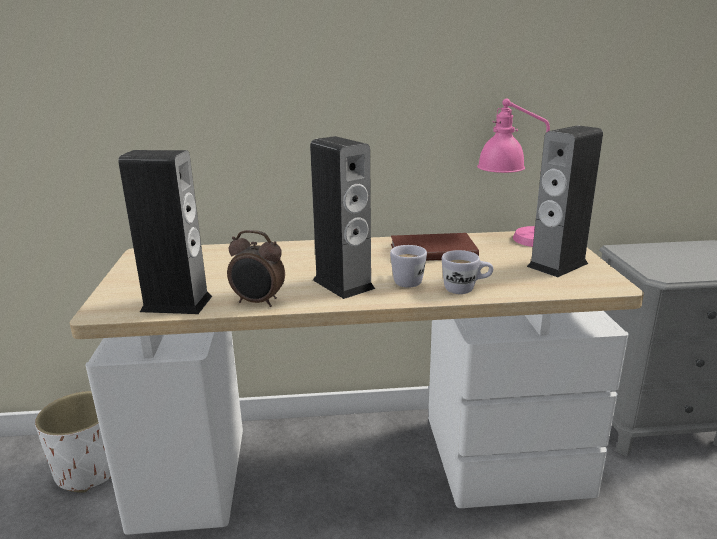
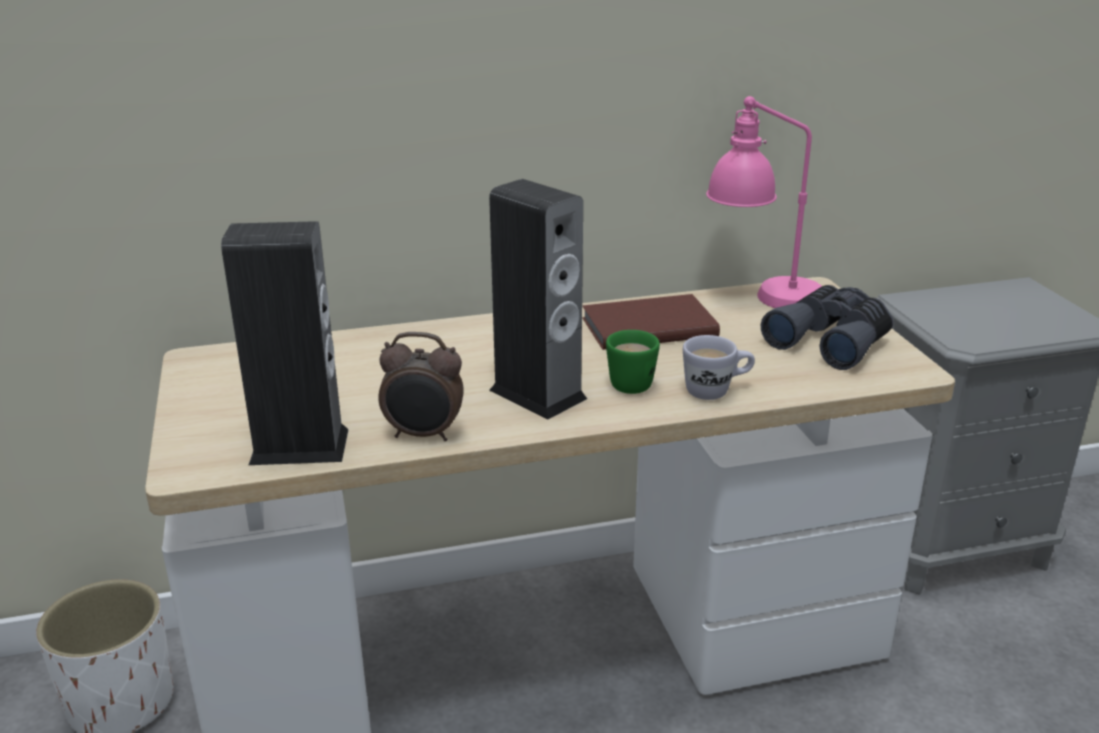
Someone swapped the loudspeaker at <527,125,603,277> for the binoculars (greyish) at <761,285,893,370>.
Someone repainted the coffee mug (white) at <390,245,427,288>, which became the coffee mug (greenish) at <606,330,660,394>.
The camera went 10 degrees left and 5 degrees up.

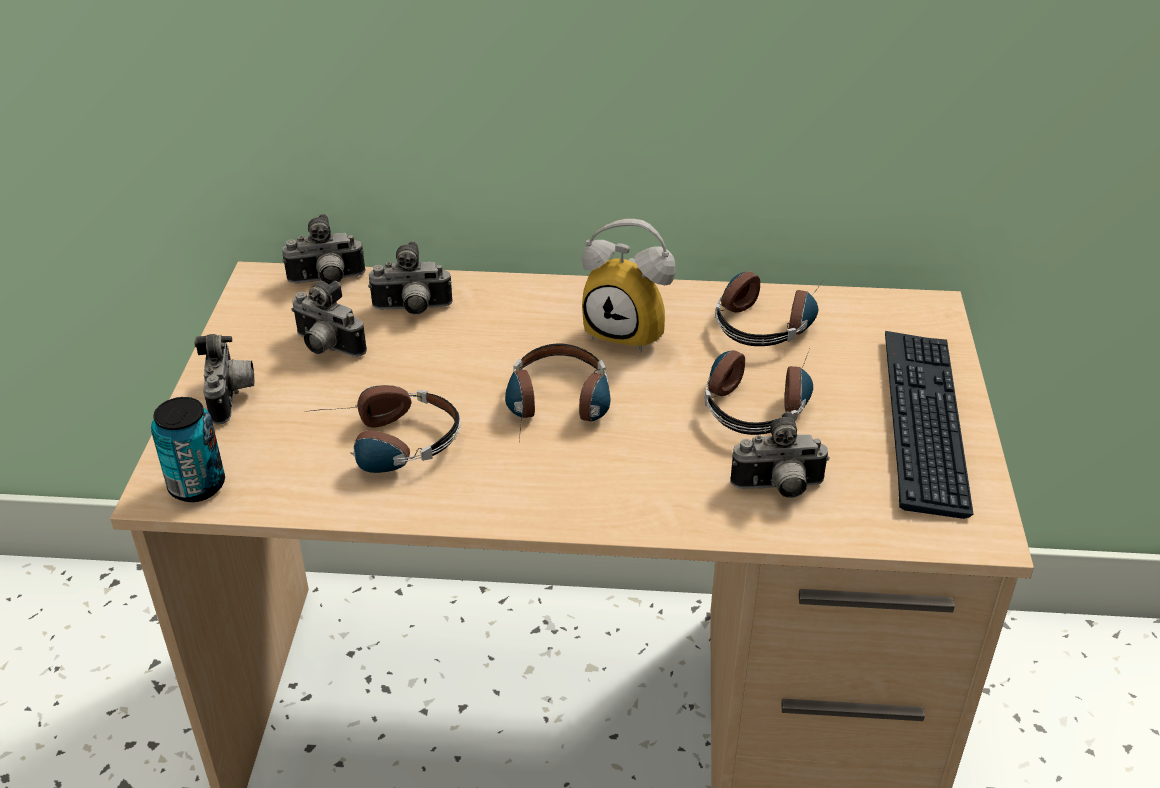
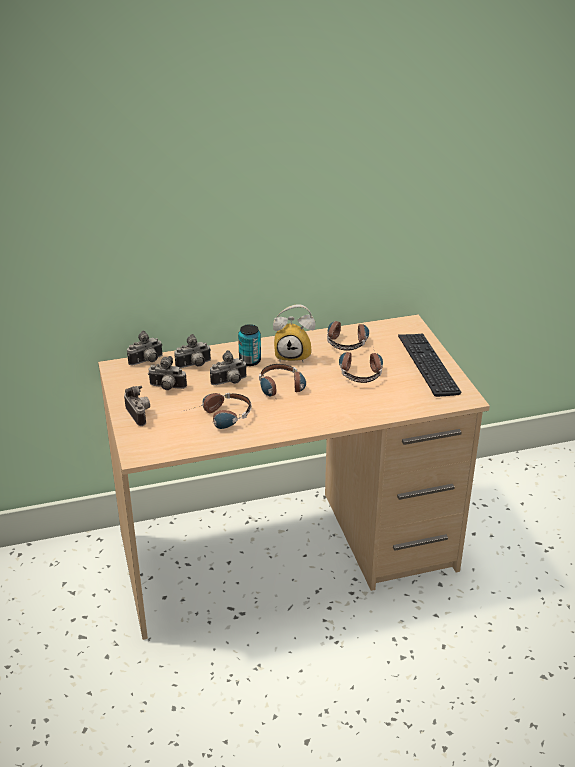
Someone carried the metal can from <151,397,225,502> to <238,324,261,366>.
Someone carried the photo camera from <730,412,829,498> to <210,350,247,385>.
The camera went 20 degrees left and 5 degrees down.

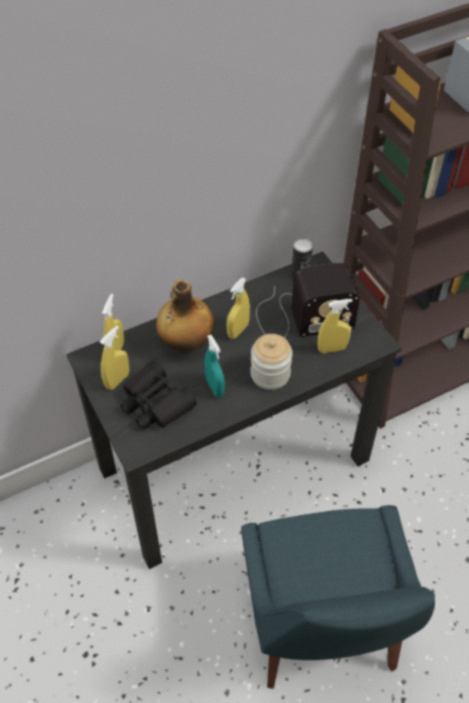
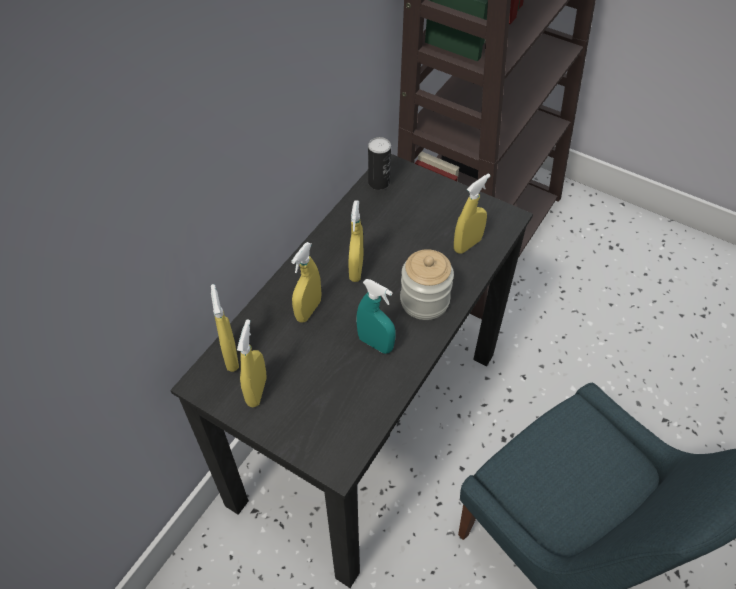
Someone took away the radio set at <256,262,360,338>.
Someone swapped the beverage bottle at <156,279,215,353> for the sprayer (yellowish) at <291,242,322,323>.
Someone took away the binoculars (black) at <121,360,197,430>.
The camera went 30 degrees left and 0 degrees up.

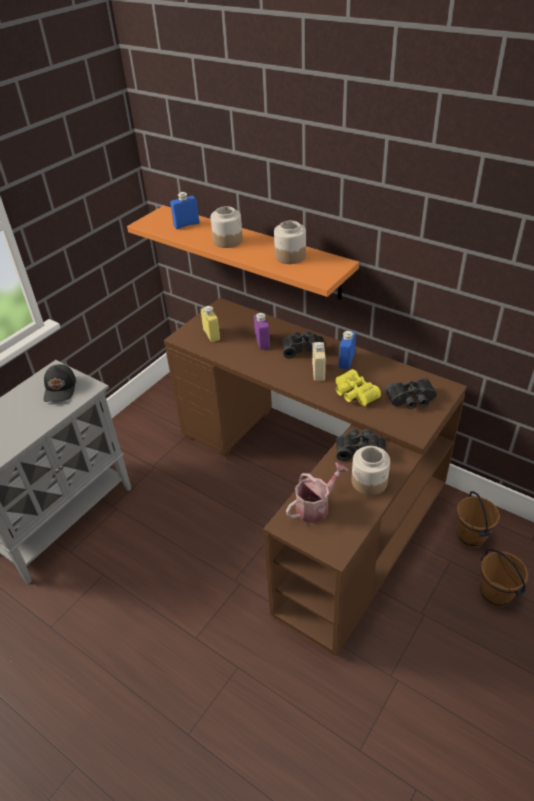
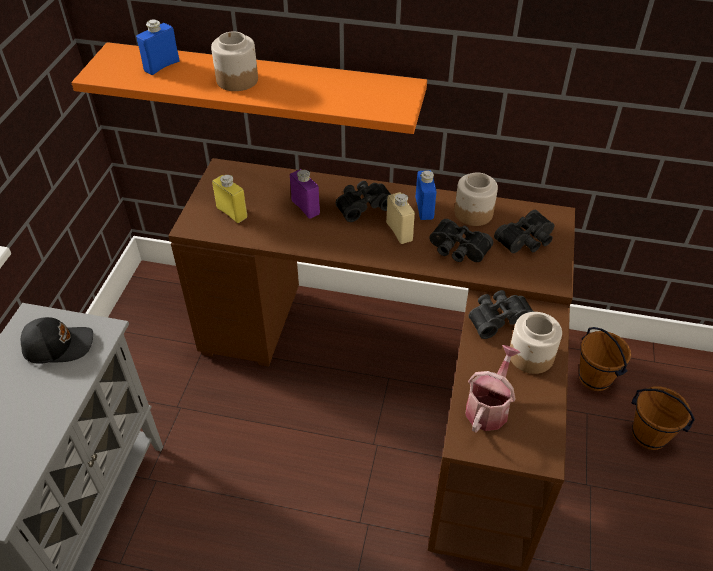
Someone carried the preserve jar from <274,221,306,264> to <455,172,498,226>.
Someone rotated the peaked cap (black) at <44,364,76,402> by 75 degrees counterclockwise.
Someone repainted the binoculars (yellowish) at <336,369,381,406>, which became the binoculars (black) at <429,219,493,262>.
The camera went 25 degrees left and 5 degrees up.

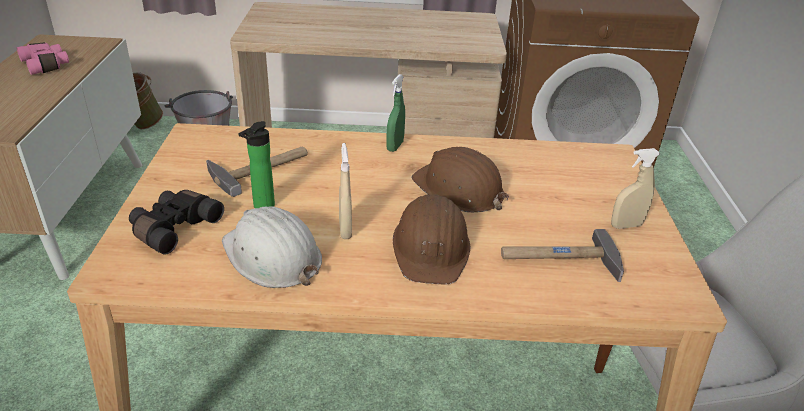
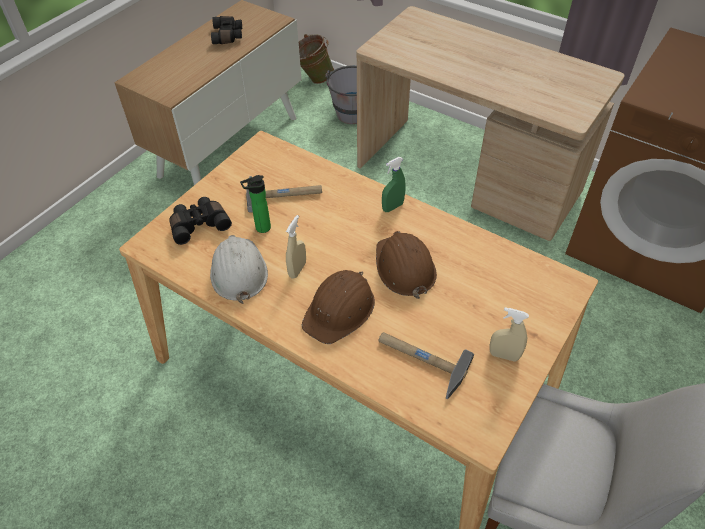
Someone repainted the binoculars (pinkish) at <17,42,69,75>, which became the binoculars (black) at <211,16,242,44>.
The camera went 35 degrees right and 15 degrees up.

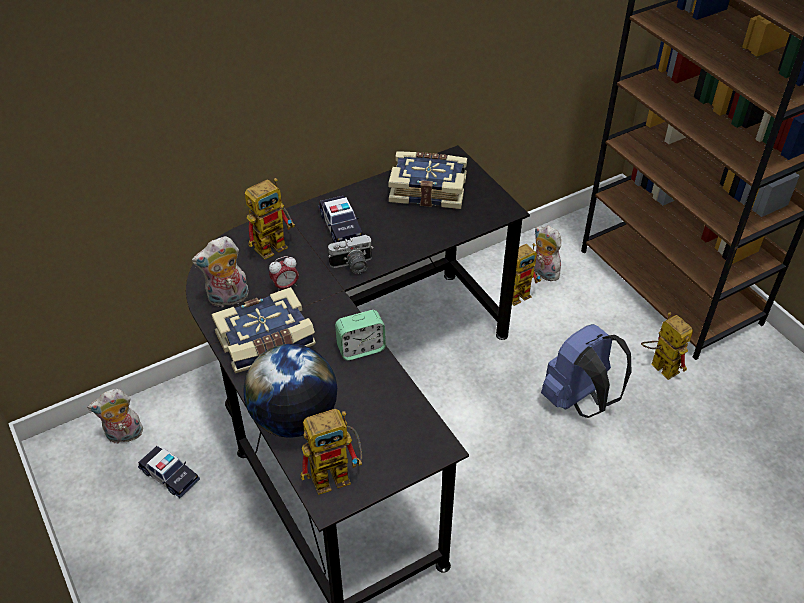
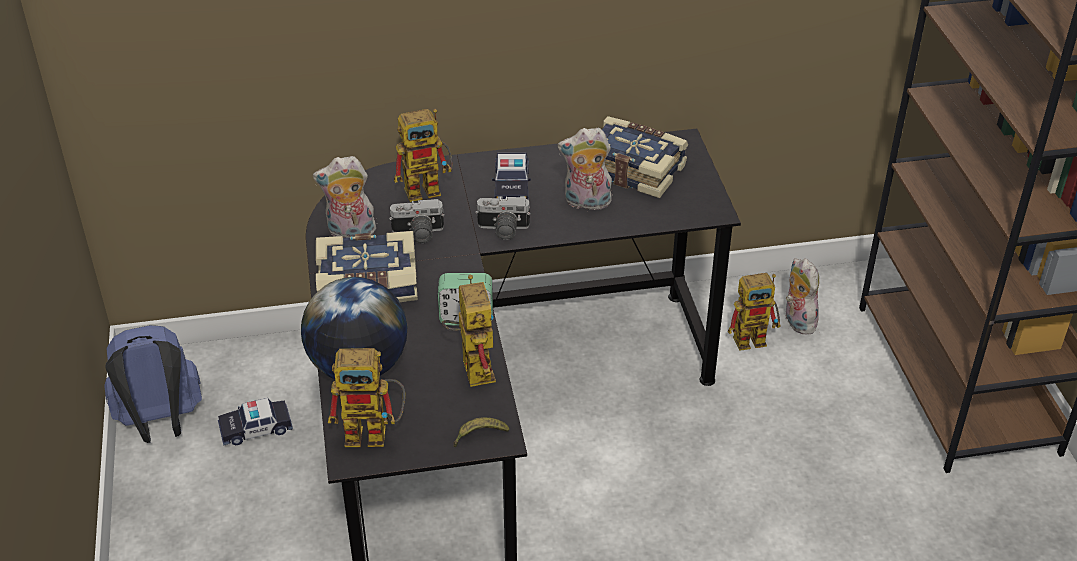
Someone swapped the table clock at <269,256,299,291> for the photo camera at <389,199,445,243>.
Someone carried the model robot from <641,312,693,380> to <442,274,496,387>.
Someone carried the backpack (blue) from <541,324,631,418> to <104,325,202,443>.
Someone carried the plush toy from <87,389,143,444> to <558,128,613,213>.
Someone rotated the model car at <138,446,200,498> by 105 degrees clockwise.
Someone put down the banana fruit at <454,417,509,447>.
The camera went 20 degrees right and 5 degrees down.

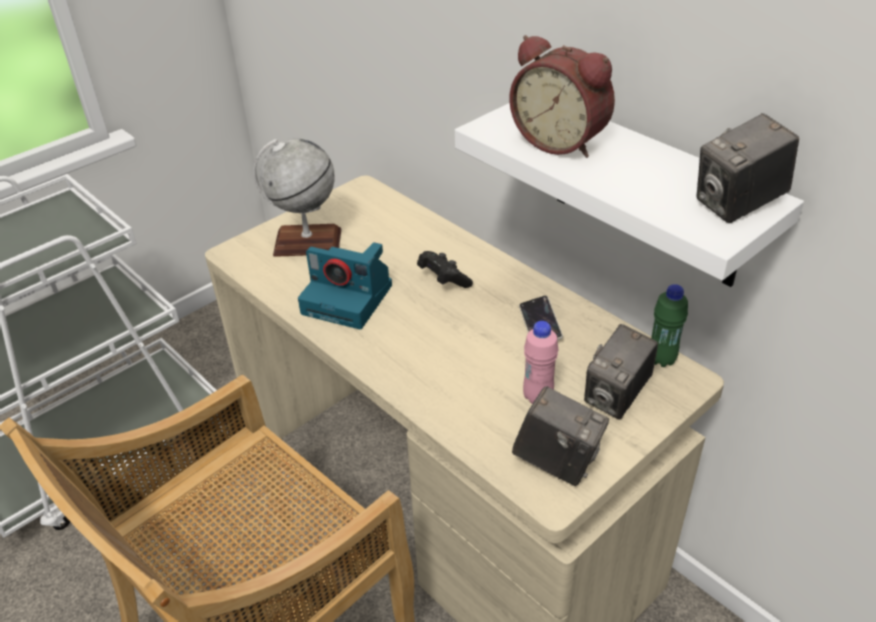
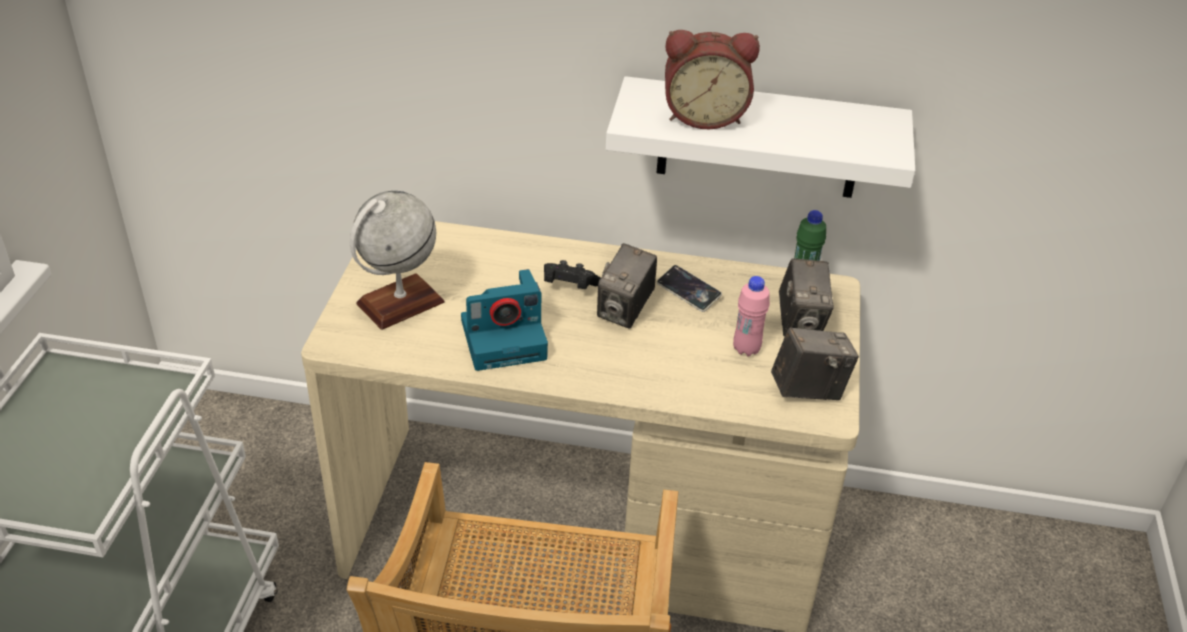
Someone carried the photo camera from <697,113,799,223> to <597,243,657,329>.
The camera went 40 degrees left and 0 degrees up.

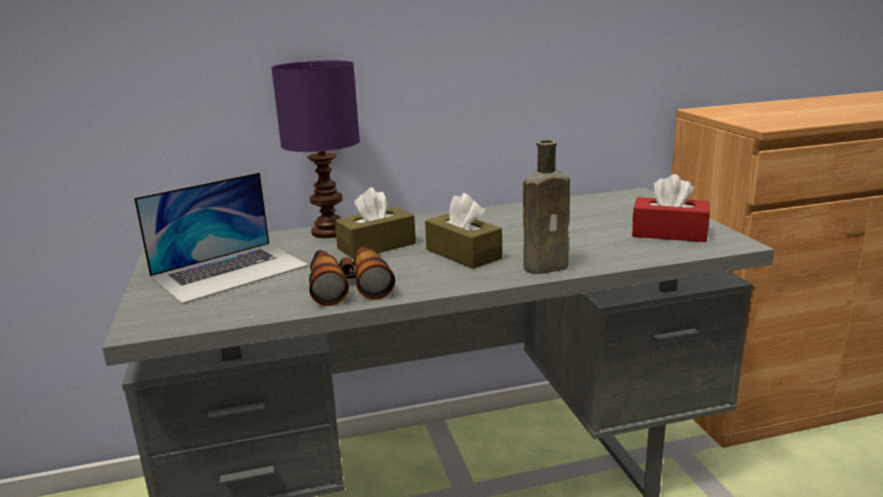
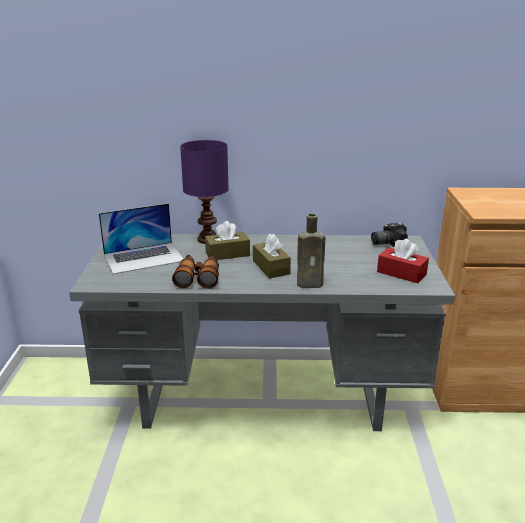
Someone put down the photo camera at <371,223,408,247>.
The camera went 15 degrees right and 5 degrees up.

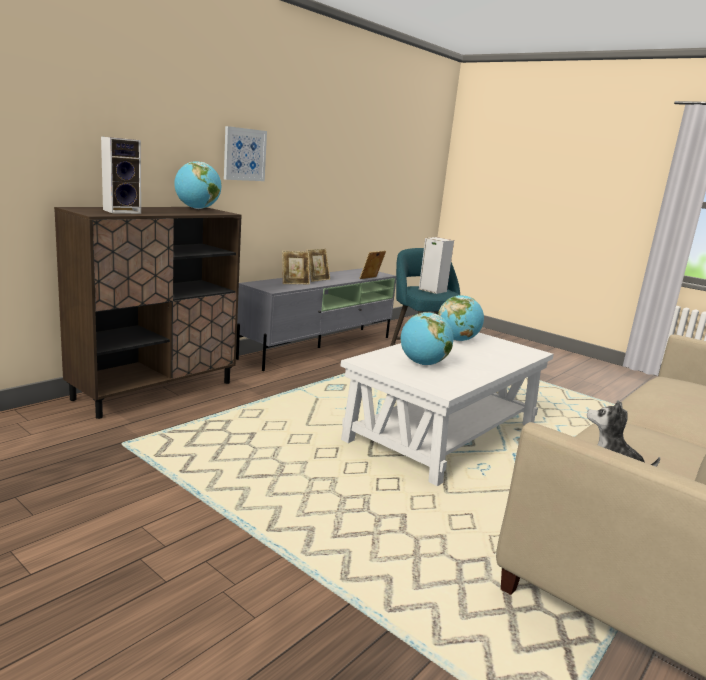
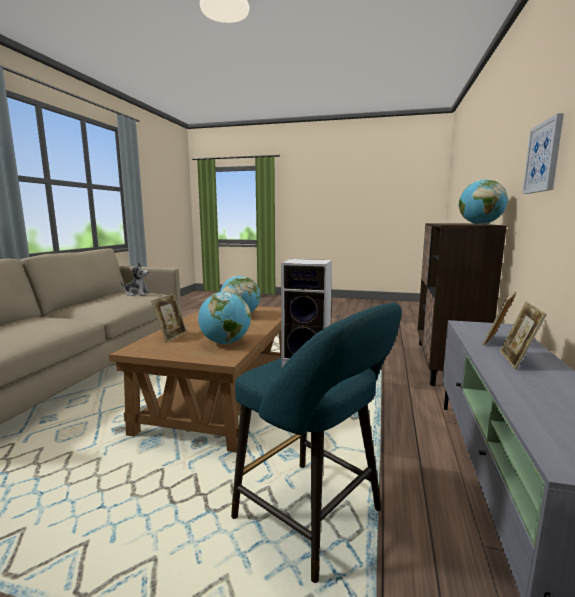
Someone took away the loudspeaker at <101,136,141,214>.
Someone carried the photo frame from <359,250,386,279> to <151,294,187,343>.
Someone repainted the coffee table (white) at <341,333,554,486>, which became the coffee table (brownish) at <109,306,281,453>.
The camera went 155 degrees right and 5 degrees down.

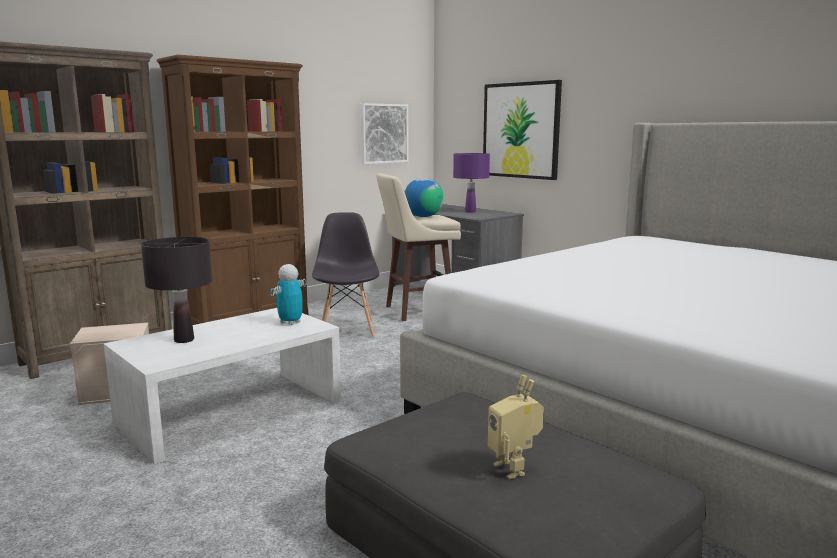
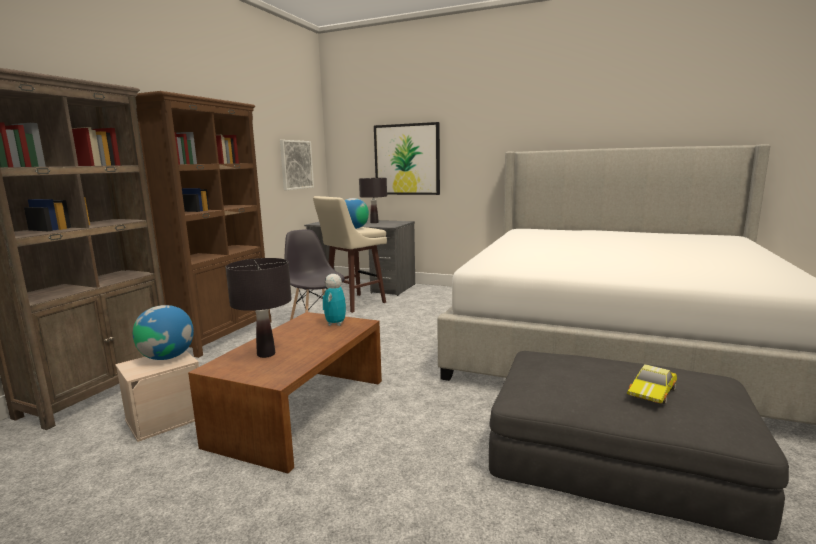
Someone repainted the tabletop lamp (purplish) at <453,153,490,212>, which became the tabletop lamp (black) at <359,178,387,223>.
Someone repainted the coffee table (white) at <104,308,341,465>, which became the coffee table (brownish) at <188,312,382,473>.
Someone swapped the model robot at <488,375,544,479> for the model car at <627,364,677,404>.
Someone put down the world globe at <133,305,194,360>.
The camera went 25 degrees left and 0 degrees up.

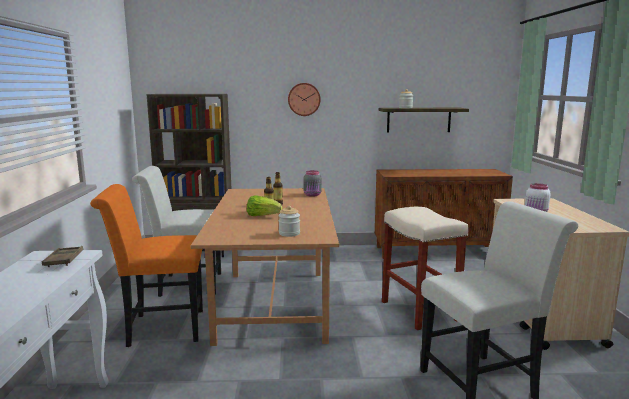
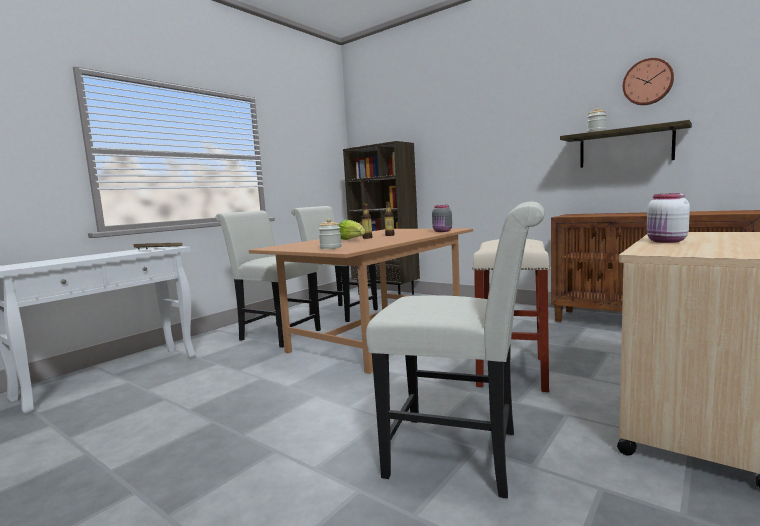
Someone carried the hanging clock from <288,83,321,116> to <623,58,674,105>.
Someone repainted the upright chair (orangey) at <90,184,203,347>, which became the upright chair (white) at <215,210,321,348>.
The camera went 40 degrees right and 5 degrees down.

